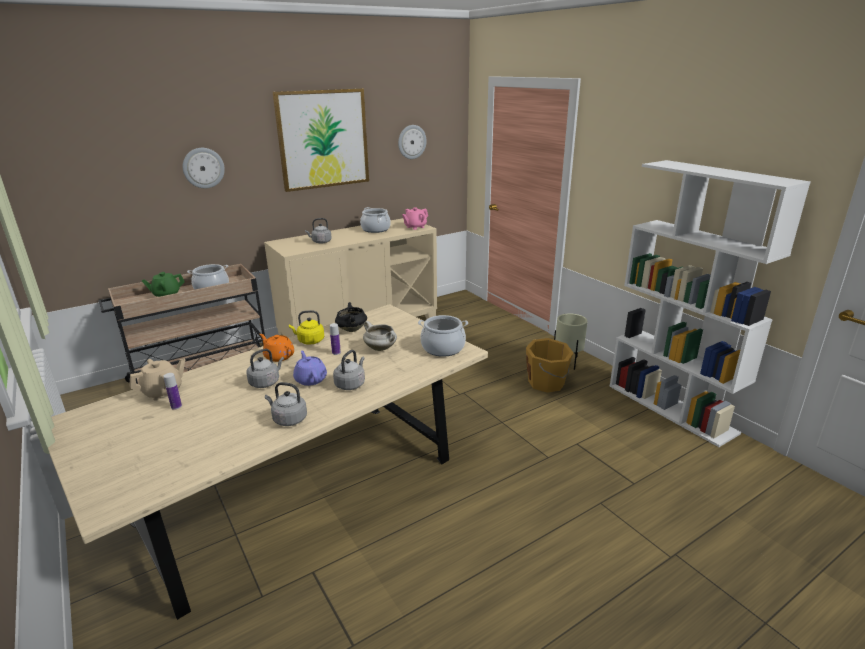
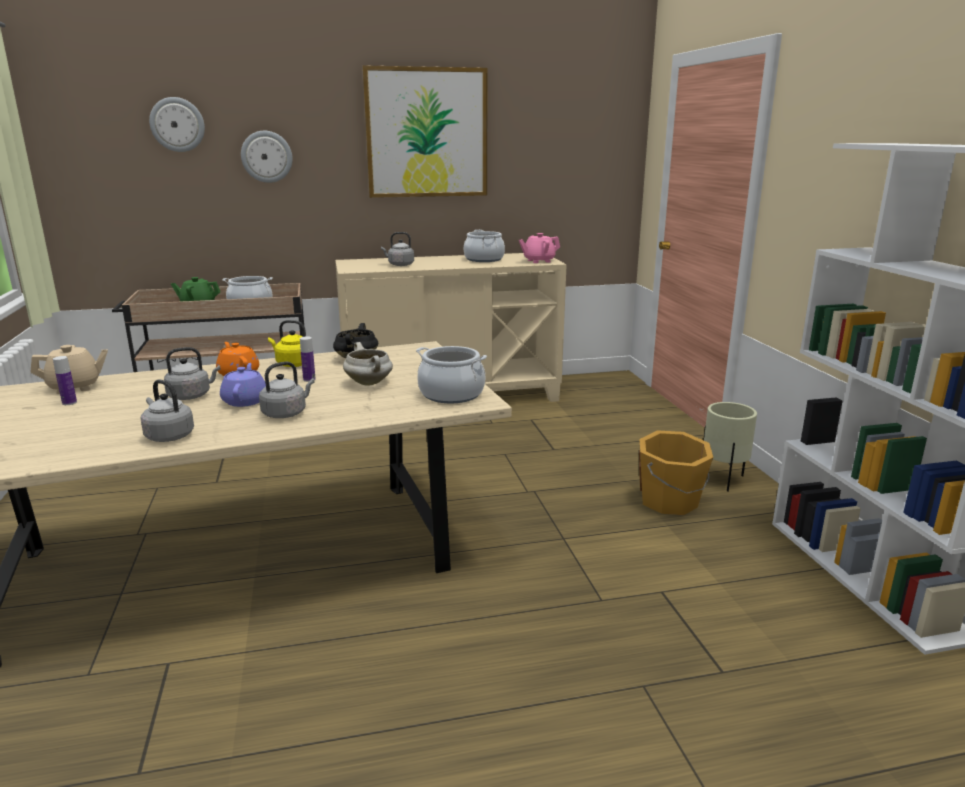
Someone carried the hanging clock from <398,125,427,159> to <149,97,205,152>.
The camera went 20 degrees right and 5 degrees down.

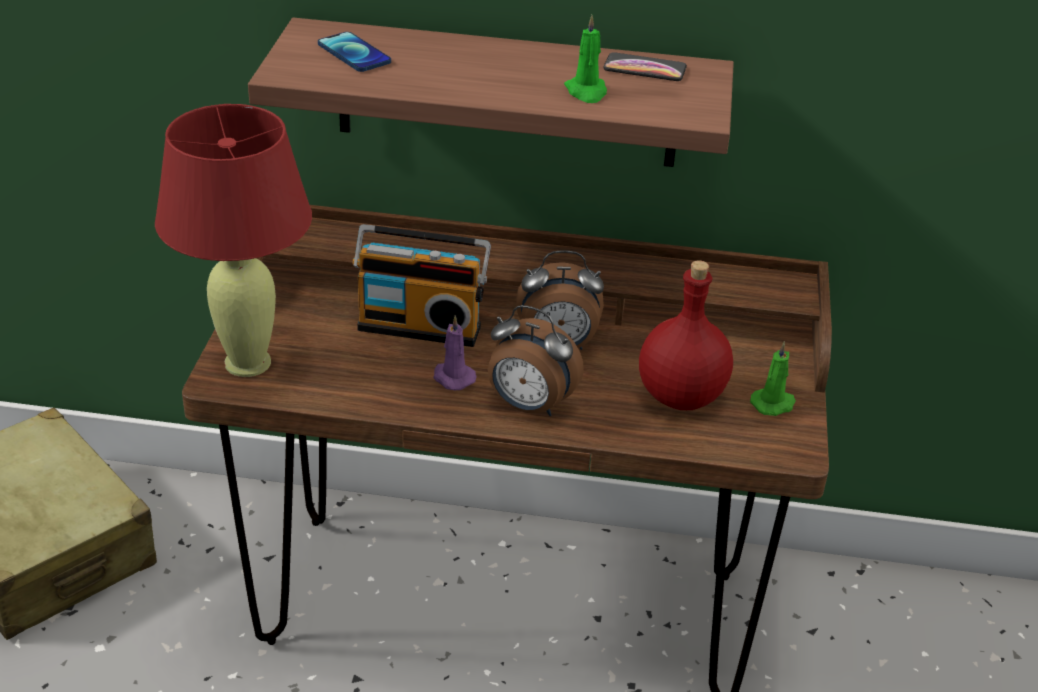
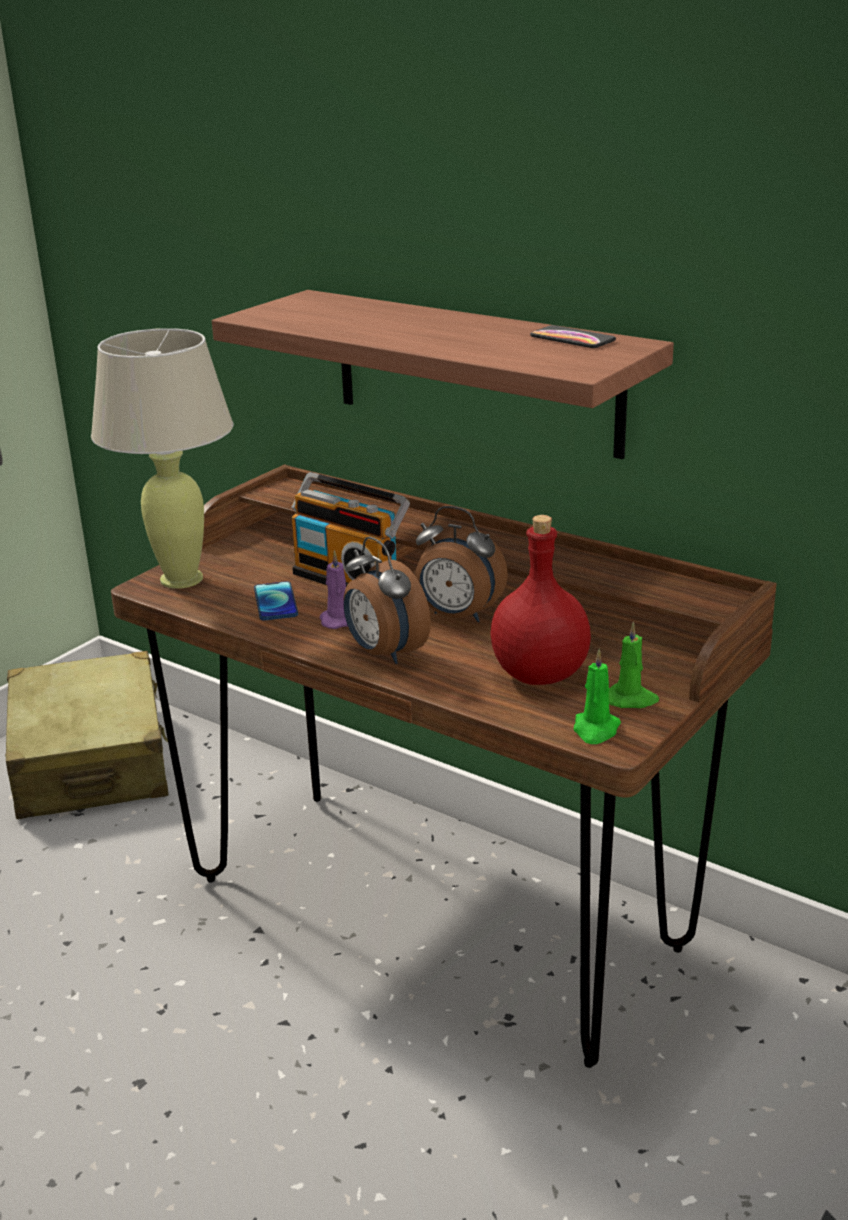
Someone carried the candle (greenish) from <564,15,607,103> to <574,649,621,744>.
Someone carried the telephone from <318,32,391,72> to <254,581,298,620>.
Someone repainted the tabletop lamp (red) at <155,104,312,377>, which became the tabletop lamp (beige-coloured) at <91,328,234,589>.
The camera went 30 degrees right and 10 degrees down.

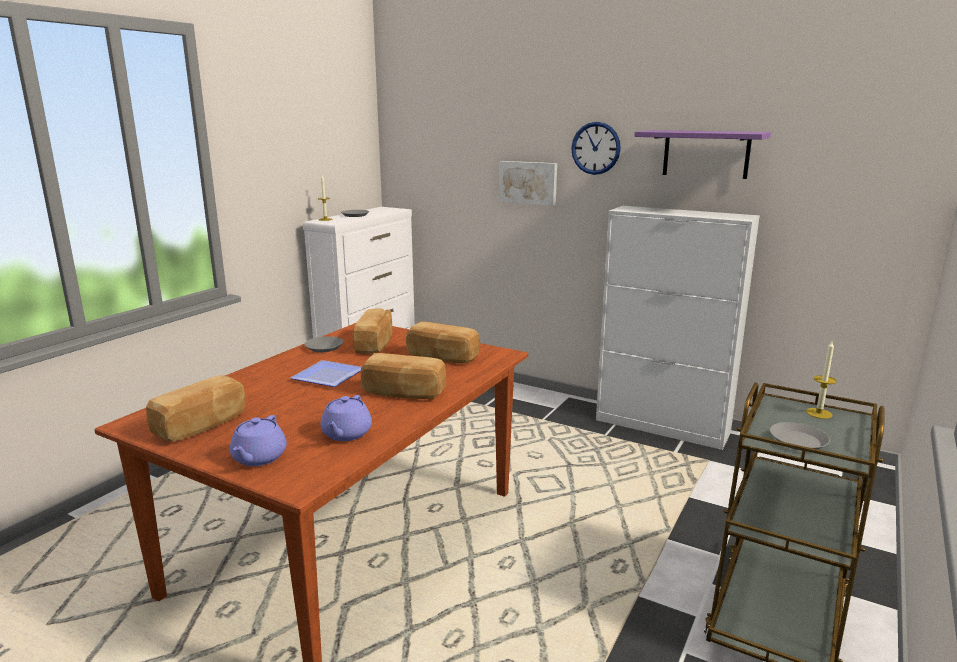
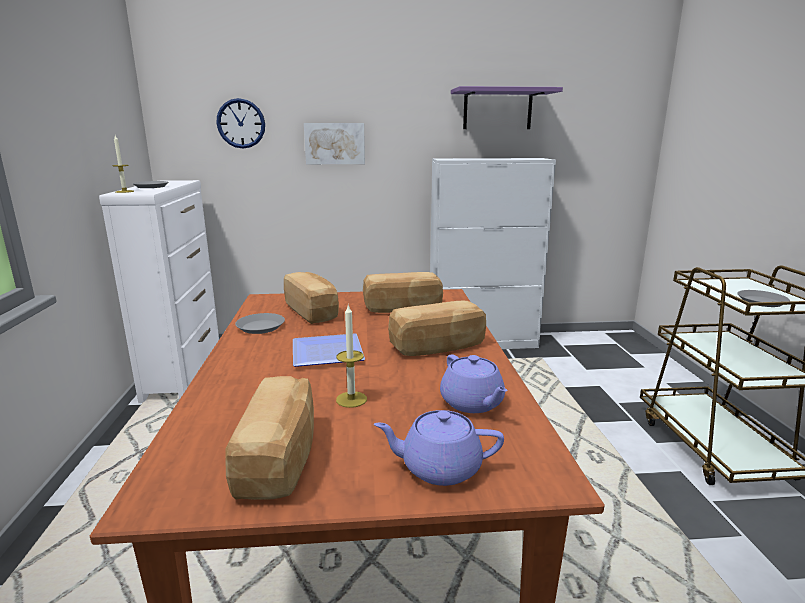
Someone carried the hanging clock from <571,122,621,175> to <216,98,265,149>.
Someone carried the candle from <806,341,837,419> to <336,305,367,408>.
Someone rotated the teapot (purplish) at <230,415,287,466> by 120 degrees clockwise.
The camera went 35 degrees left and 0 degrees up.

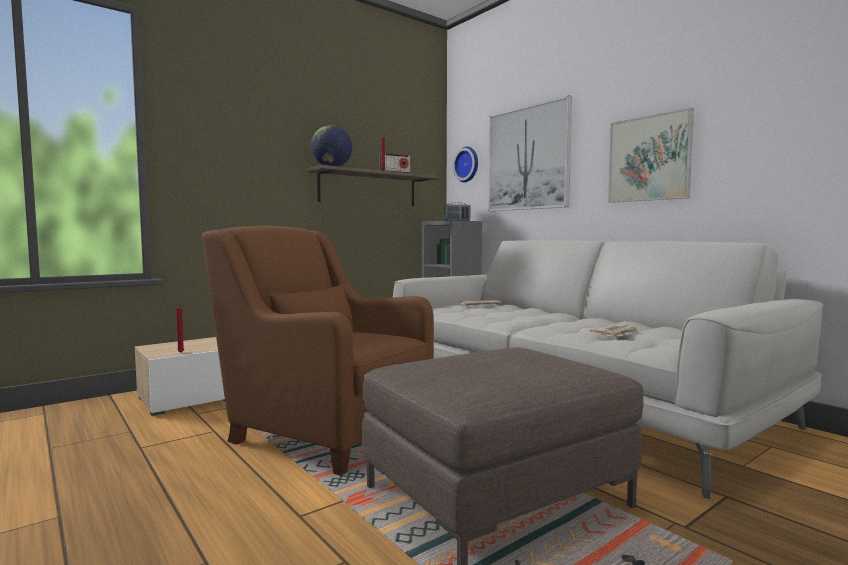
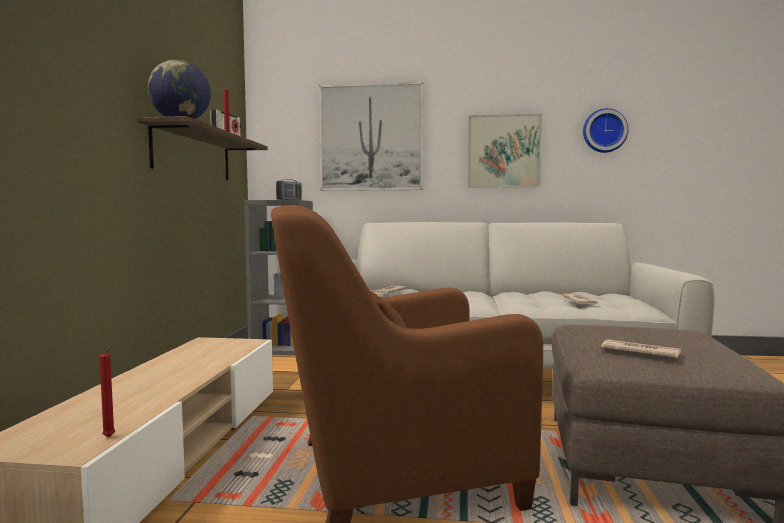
Someone carried the hanging clock from <453,146,478,182> to <583,108,628,153>.
Someone put down the newspaper at <601,339,681,358>.
The camera went 45 degrees left and 0 degrees up.

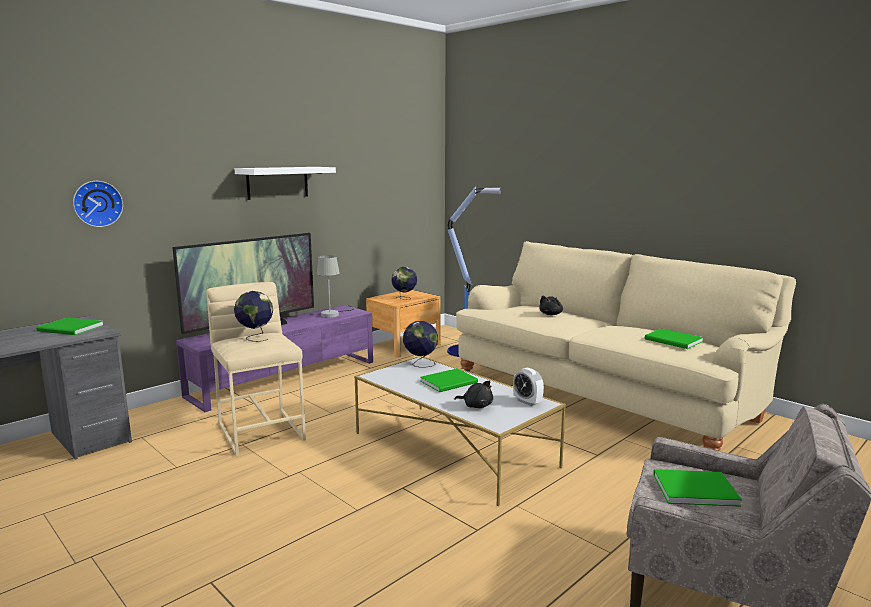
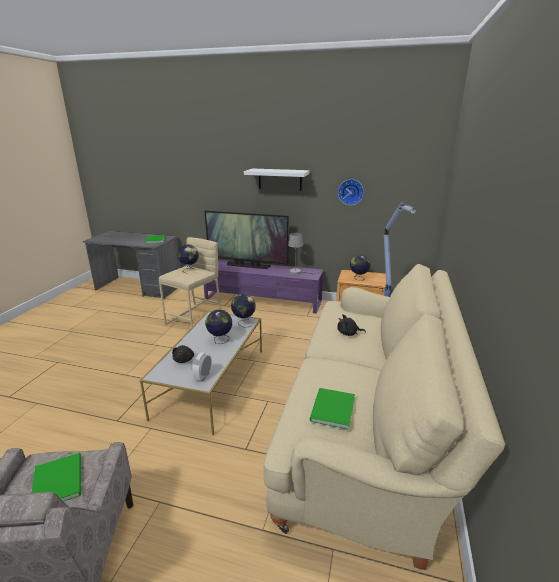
Someone carried the hanging clock from <73,181,123,227> to <338,179,364,205>.
Someone swapped the volume (greenish) at <420,368,478,392> for the world globe at <205,310,232,344>.
The camera went 60 degrees right and 10 degrees up.

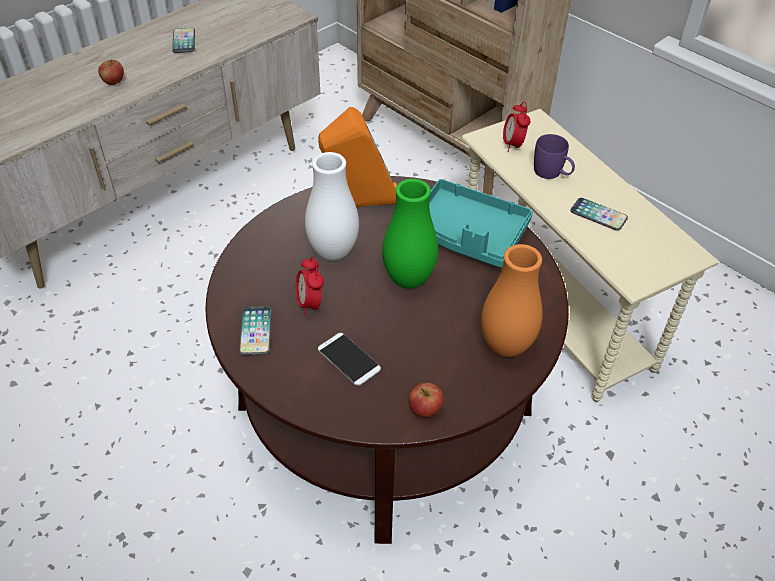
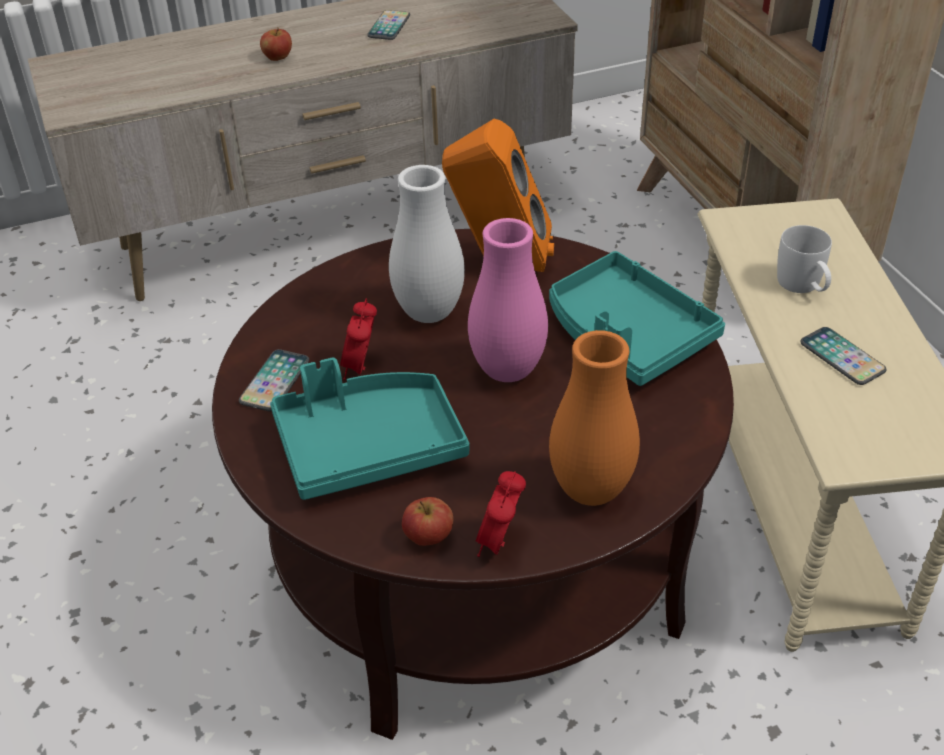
Someone carried the table clock from <503,101,530,152> to <476,471,526,557>.
Someone repainted the coffee mug (purplish) at <534,134,575,179>, which became the coffee mug (white) at <777,225,832,293>.
Someone repainted the flower vase (greenish) at <382,179,438,289>, which became the flower vase (pinkish) at <468,218,548,382>.
Someone swapped the telephone at <318,333,381,386> for the serving tray (blue-green) at <270,358,469,500>.
The camera went 25 degrees right and 5 degrees down.

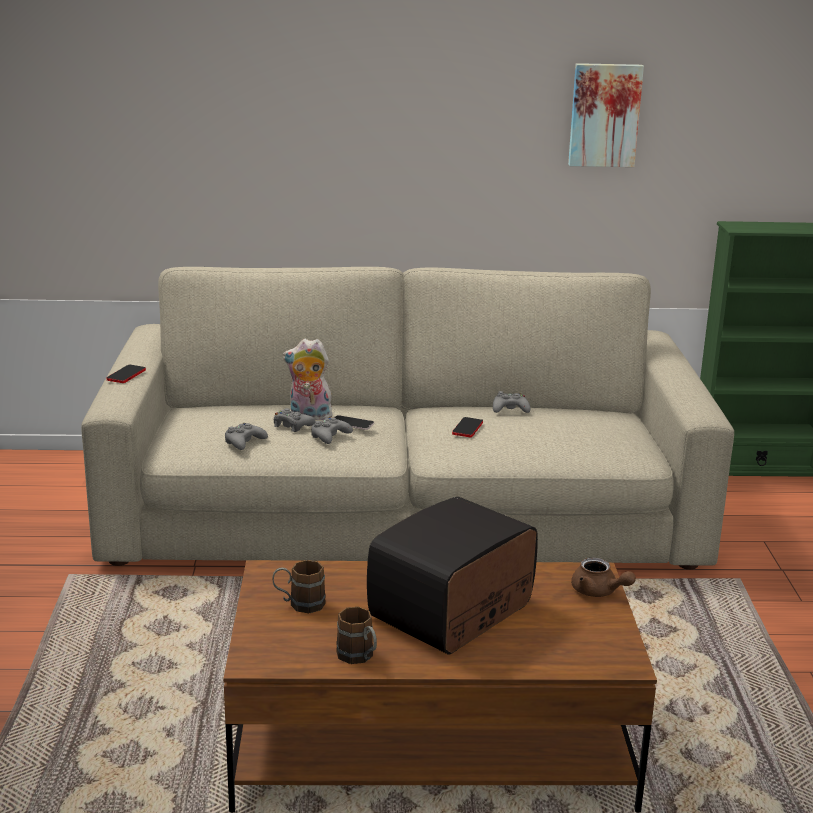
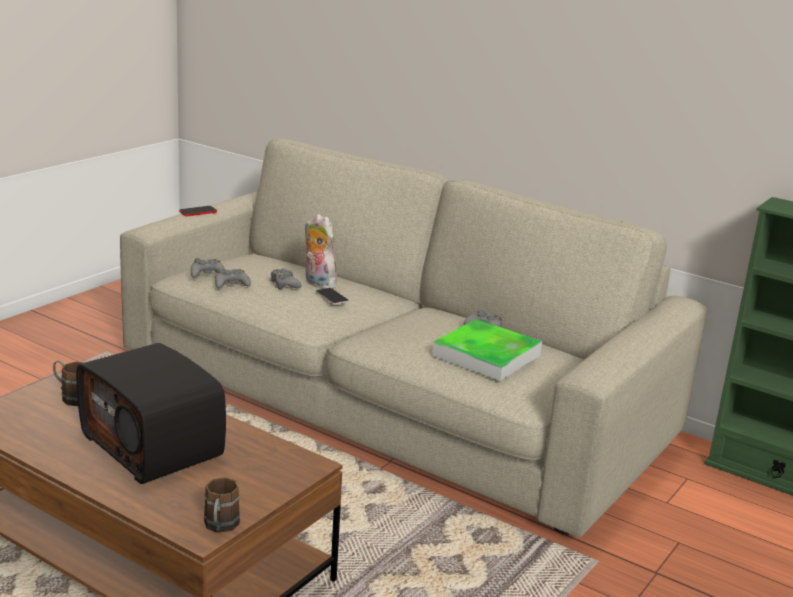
Someone took away the wall art at <568,63,644,167>.
Someone carried the joypad (greyish) from <311,417,353,444> to <191,258,225,277>.
Someone took away the telephone at <452,417,483,438>.
Someone rotated the radio set at <367,497,538,655> by 120 degrees counterclockwise.
Someone took away the teapot (brownish) at <571,558,636,597>.
Someone carried the coffee mug (brownish) from <336,607,377,664> to <204,477,240,533>.
Someone put down the serving tray at <432,319,542,381>.
The camera went 35 degrees right and 0 degrees up.

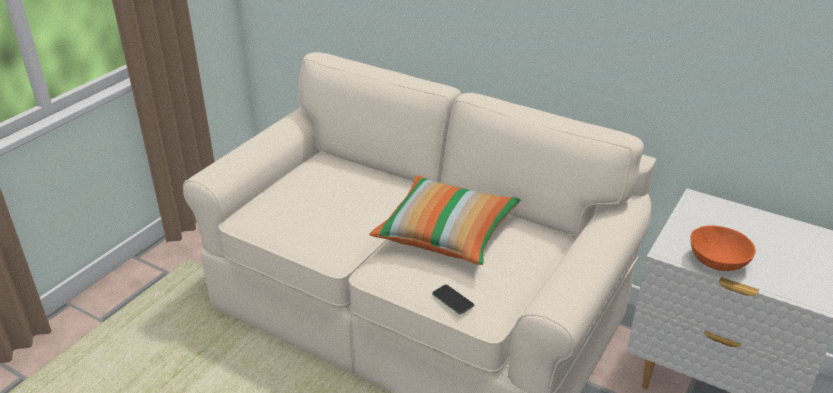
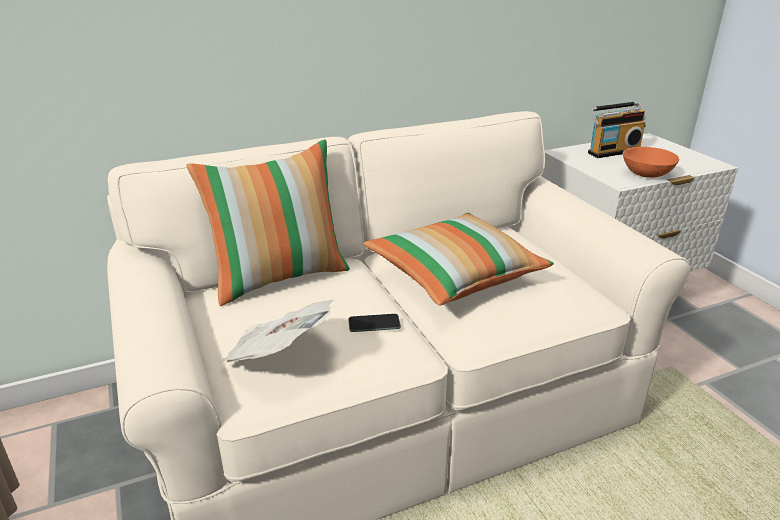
Someone carried the telephone from <432,285,474,314> to <348,314,401,332>.
Someone put down the radio set at <588,101,646,158>.
Someone put down the throw pillow at <186,139,350,306>.
Someone put down the newspaper at <219,299,334,363>.
The camera went 55 degrees left and 5 degrees down.

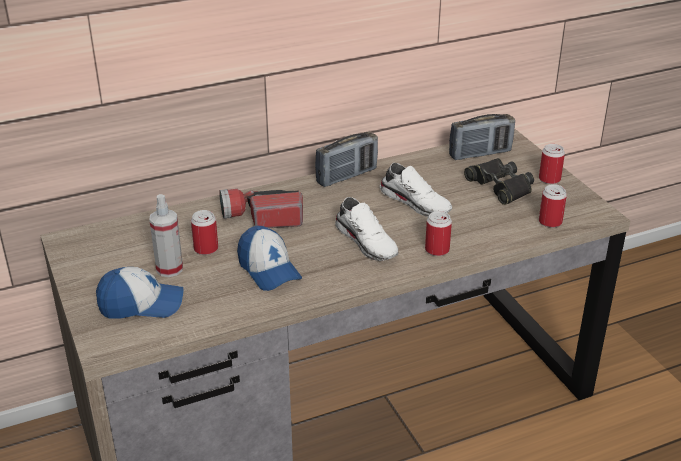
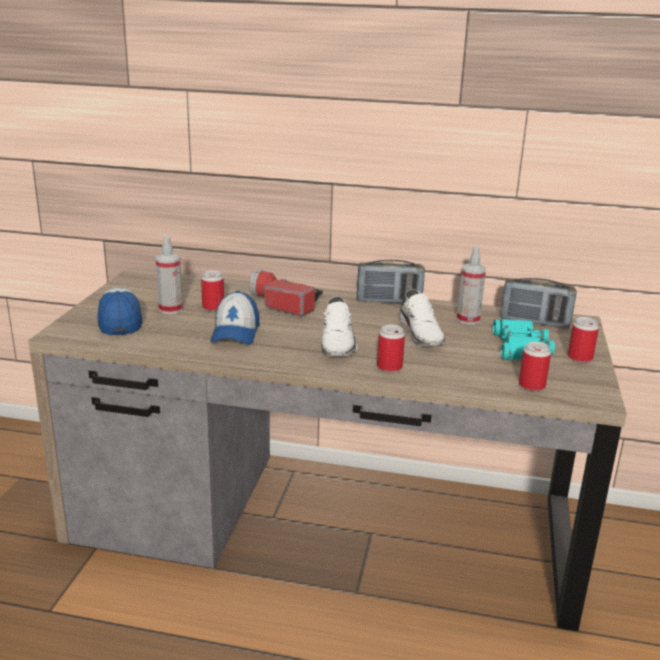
Someone repainted the binoculars (black) at <464,158,534,205>, which became the binoculars (blue-green) at <493,318,555,360>.
Someone rotated the peaked cap at <96,267,183,319> by 135 degrees counterclockwise.
Someone put down the sprayer at <457,246,486,325>.
The camera went 35 degrees right and 10 degrees down.

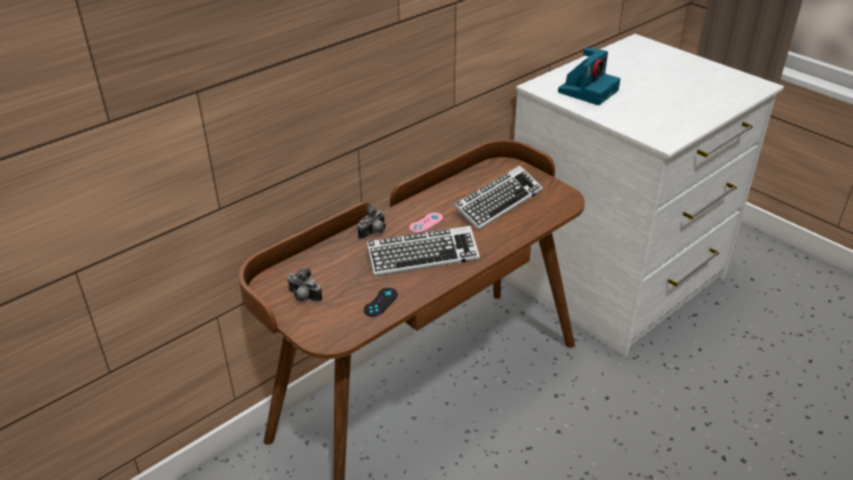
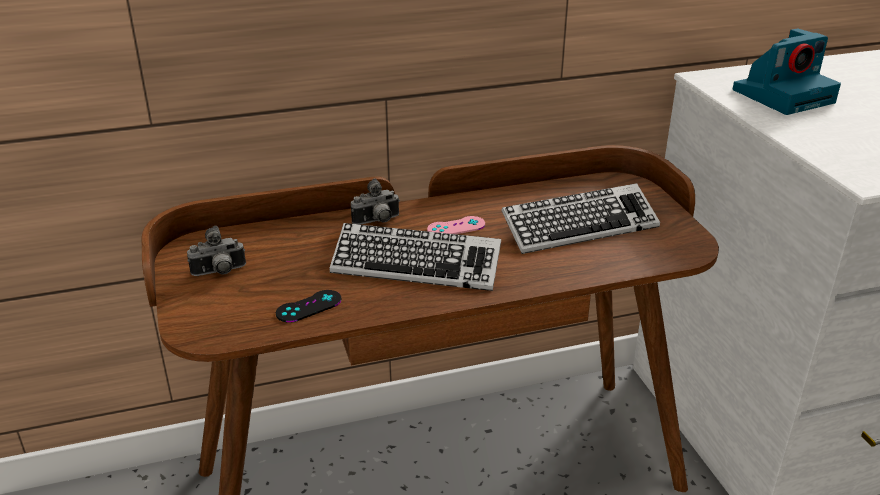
Someone rotated the photo camera at <287,268,322,302> by 75 degrees counterclockwise.
The camera went 25 degrees right and 5 degrees down.

